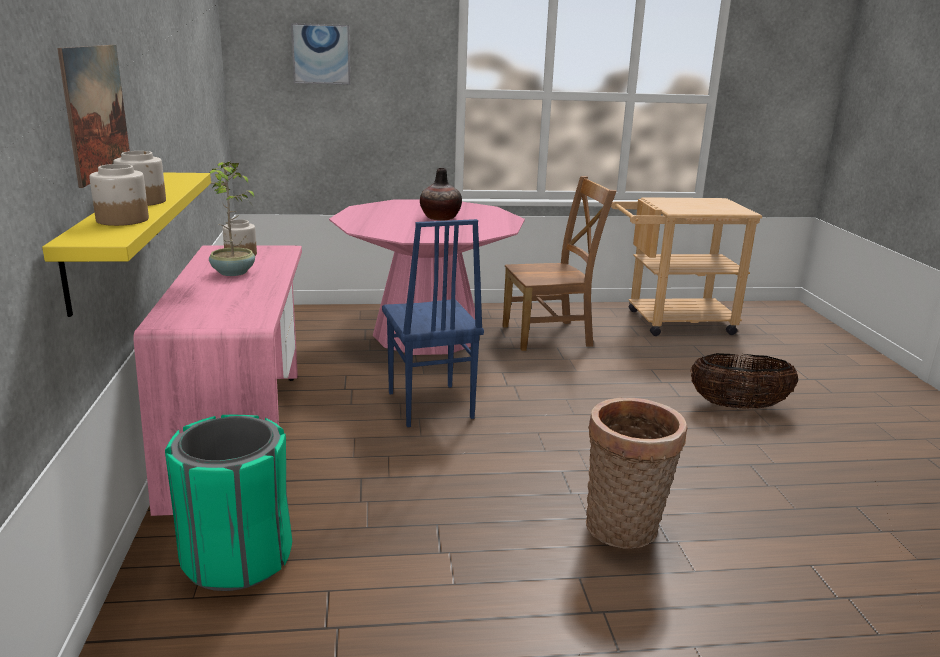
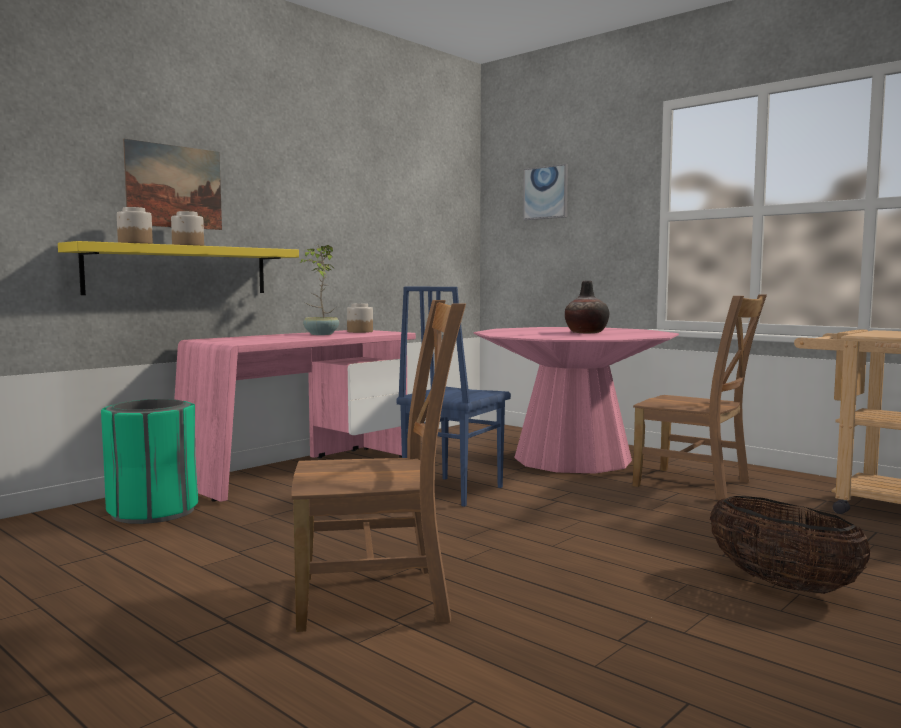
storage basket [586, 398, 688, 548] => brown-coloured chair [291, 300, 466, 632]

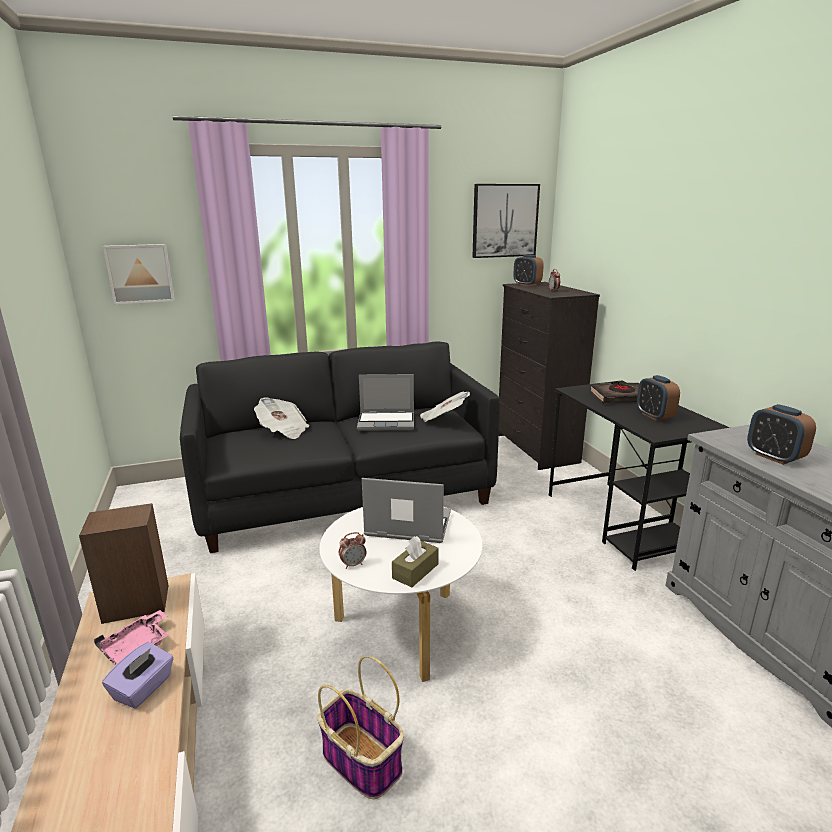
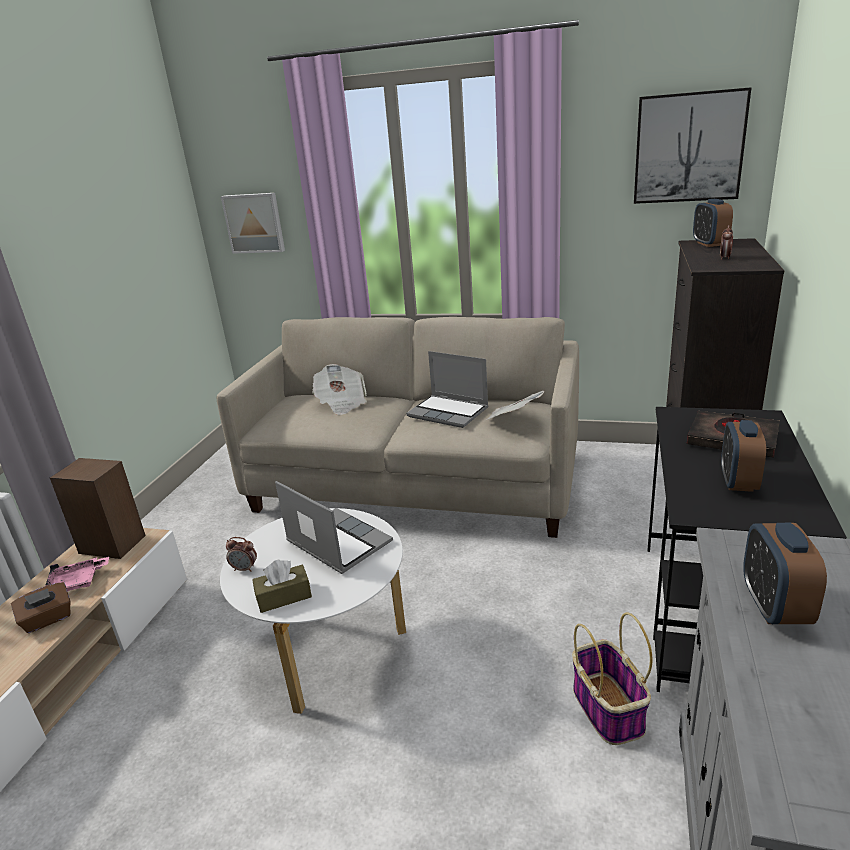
storage basket [317, 655, 404, 799] => storage basket [572, 612, 652, 745], shifted
purple box of tissues [102, 642, 174, 709] => brown-coloured box of tissues [11, 582, 71, 633]
black-coloured couch [180, 342, 500, 553] => sand-coloured couch [217, 317, 579, 538]

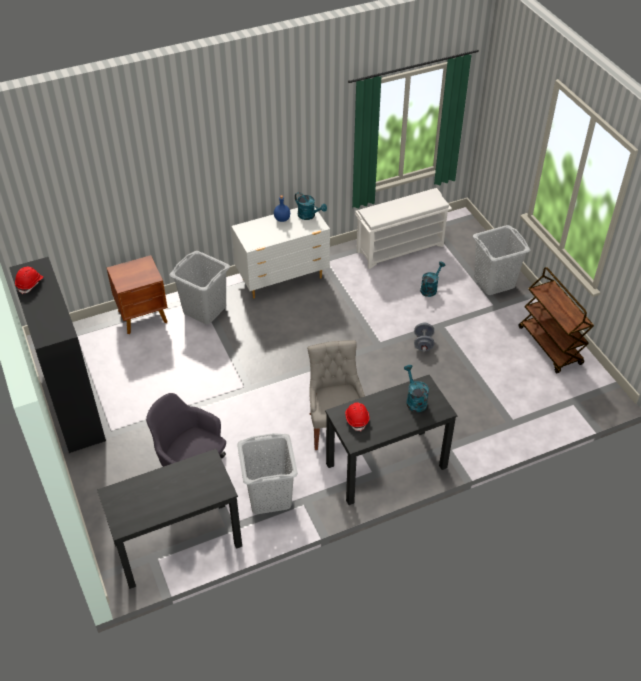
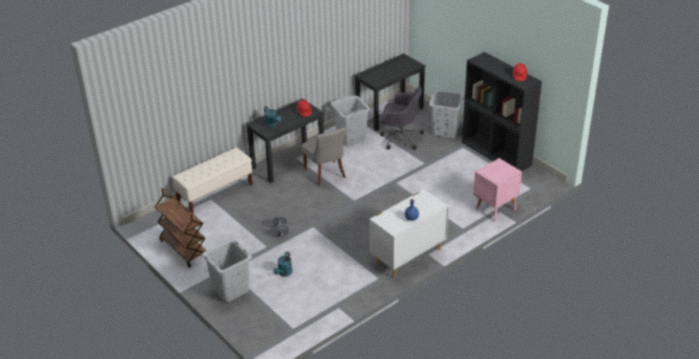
turquoise-coloured watering can [295, 192, 327, 220] => nothing
whitish shoe shelf [355, 188, 452, 269] => nothing
nothing => sand-coloured bench [172, 148, 253, 213]
gray laundry basket [170, 251, 230, 324] => gray laundry basket [429, 90, 465, 138], shifted
brown-coloured nightstand [107, 255, 168, 334] => pink nightstand [473, 158, 522, 222]

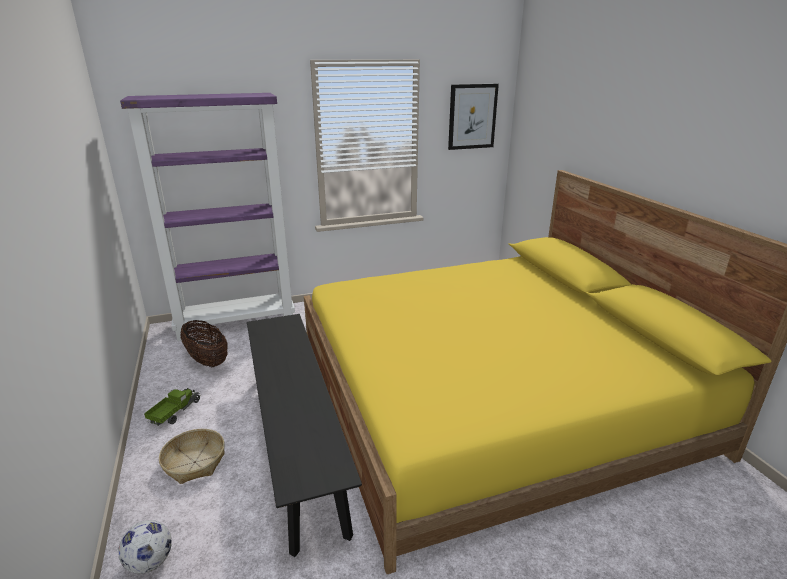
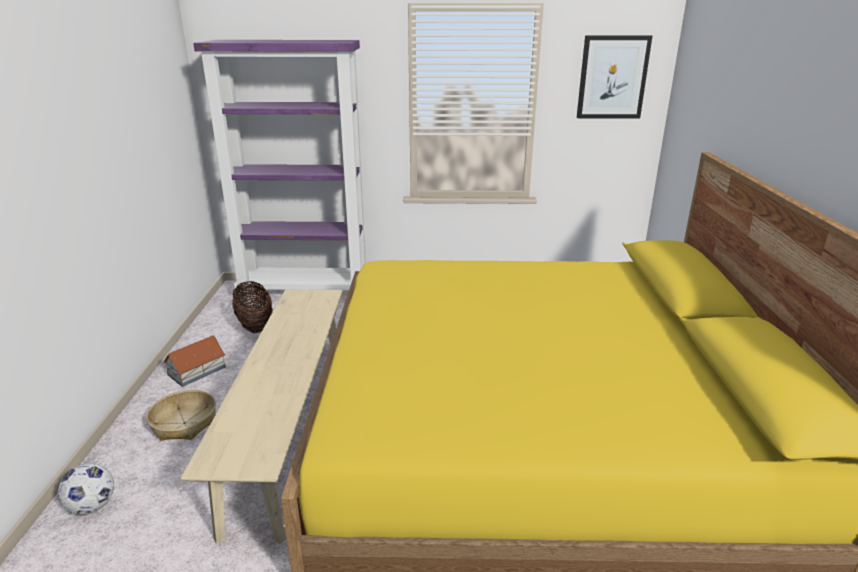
model truck [144, 388, 201, 426] => model house [163, 335, 226, 387]
black-coloured bench [247, 314, 362, 557] => sand-coloured bench [180, 289, 343, 544]

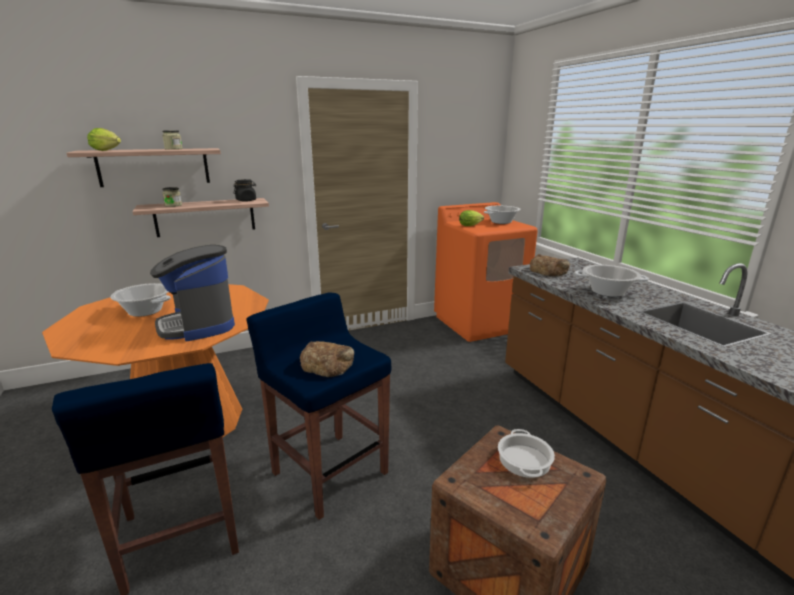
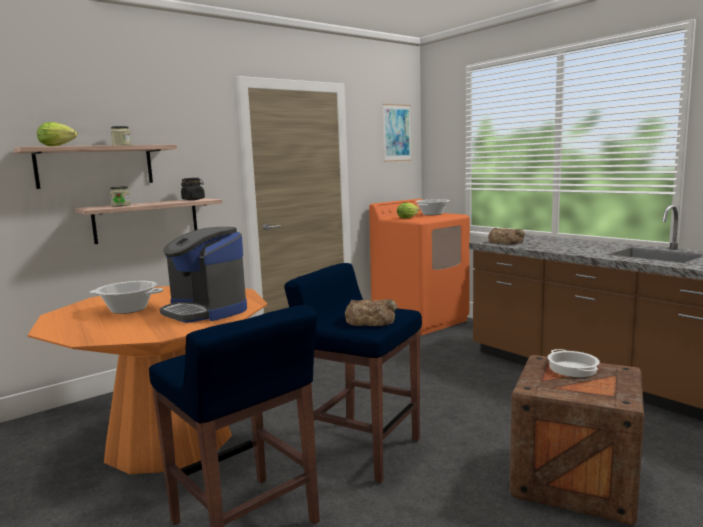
cooking pot [574, 265, 649, 297] => nothing
nothing => wall picture [383, 104, 411, 162]

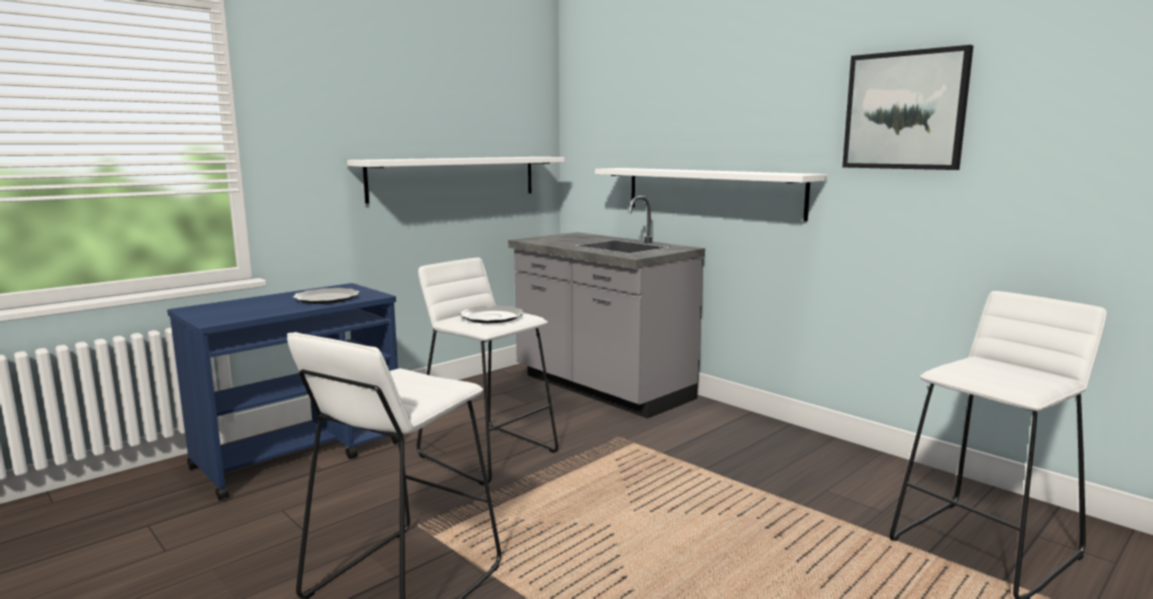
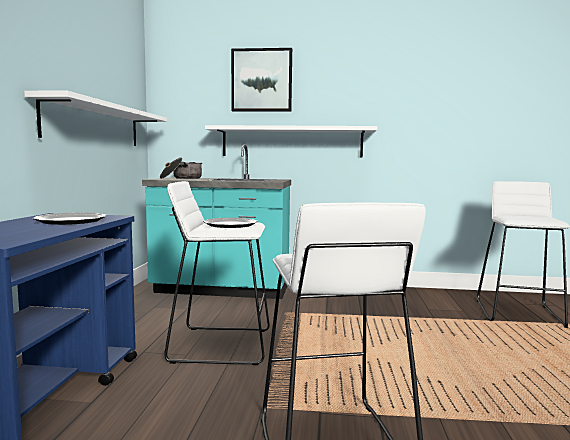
nothing => cooking pot [160, 158, 202, 179]
wall picture [842, 45, 973, 170] => wall picture [231, 48, 292, 112], shifted
gray kitchen base unit [508, 196, 705, 419] => turquoise-coloured kitchen base unit [142, 145, 291, 299]

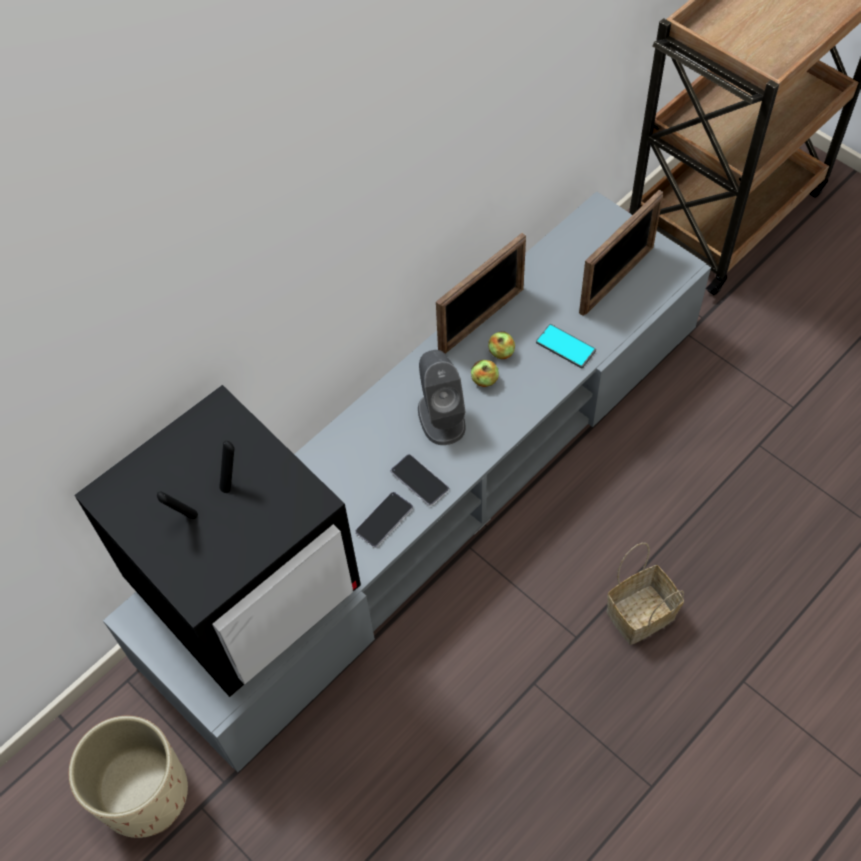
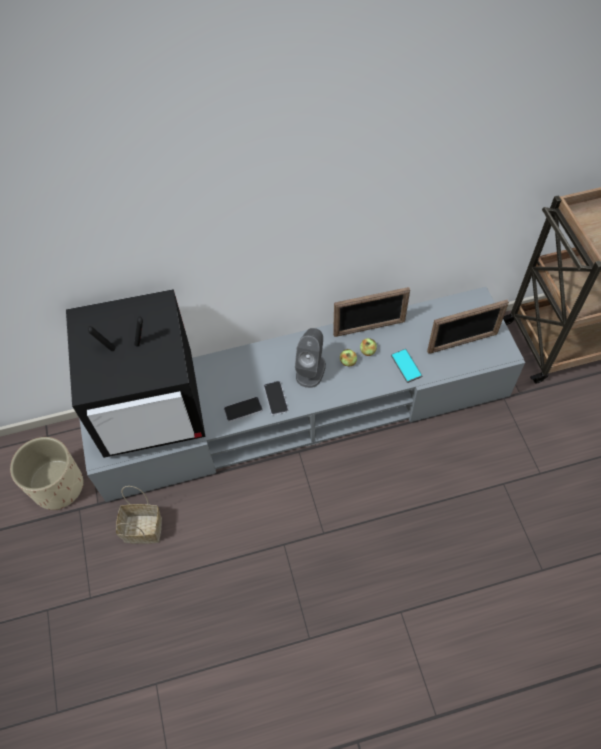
storage basket [607, 543, 684, 645] => storage basket [116, 486, 162, 544], shifted

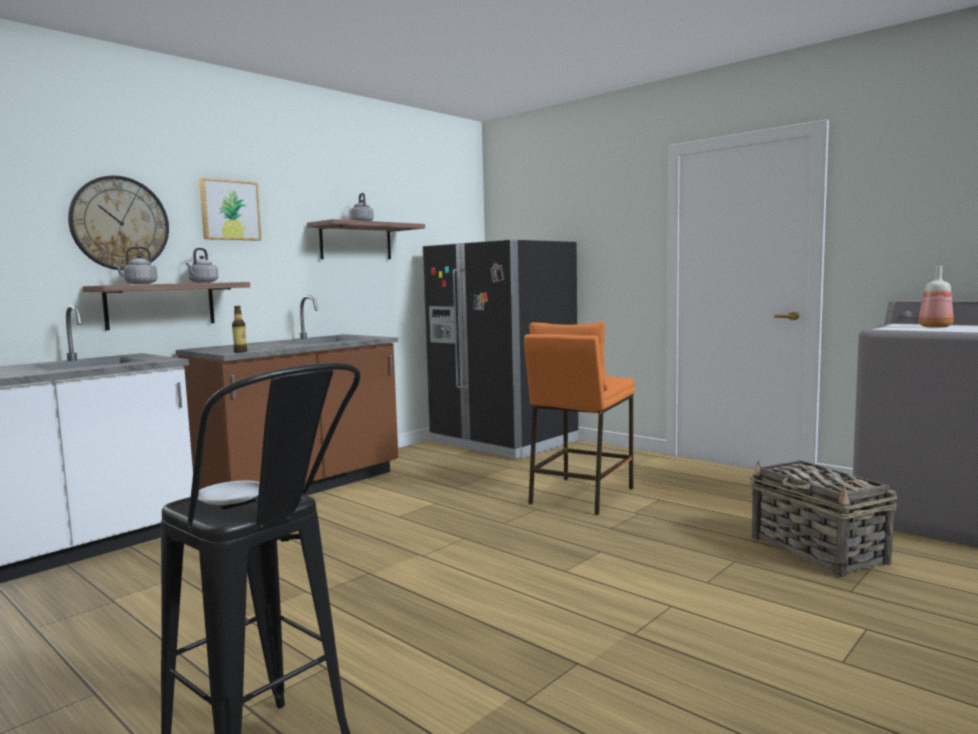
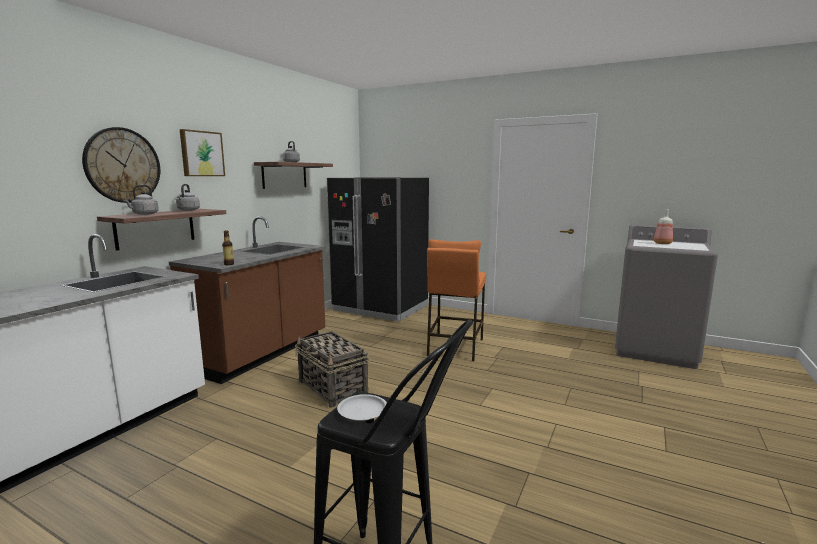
storage basket [749, 460, 897, 577] => storage basket [295, 331, 369, 408], shifted

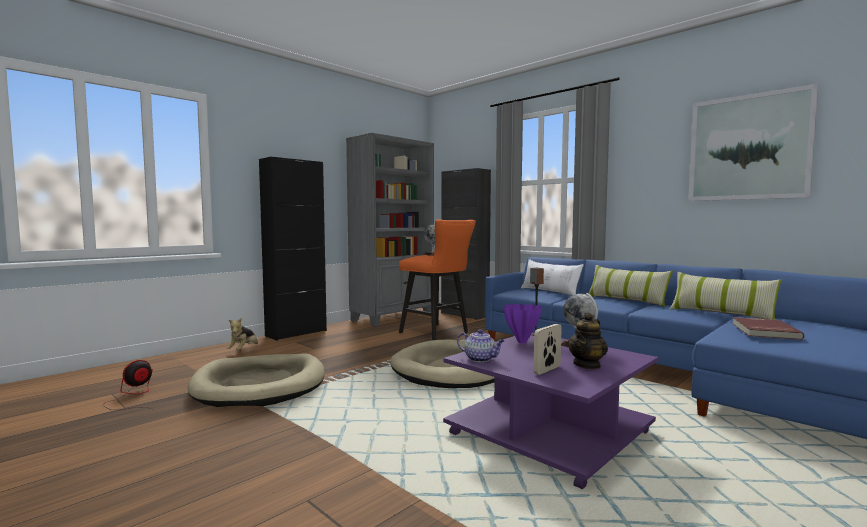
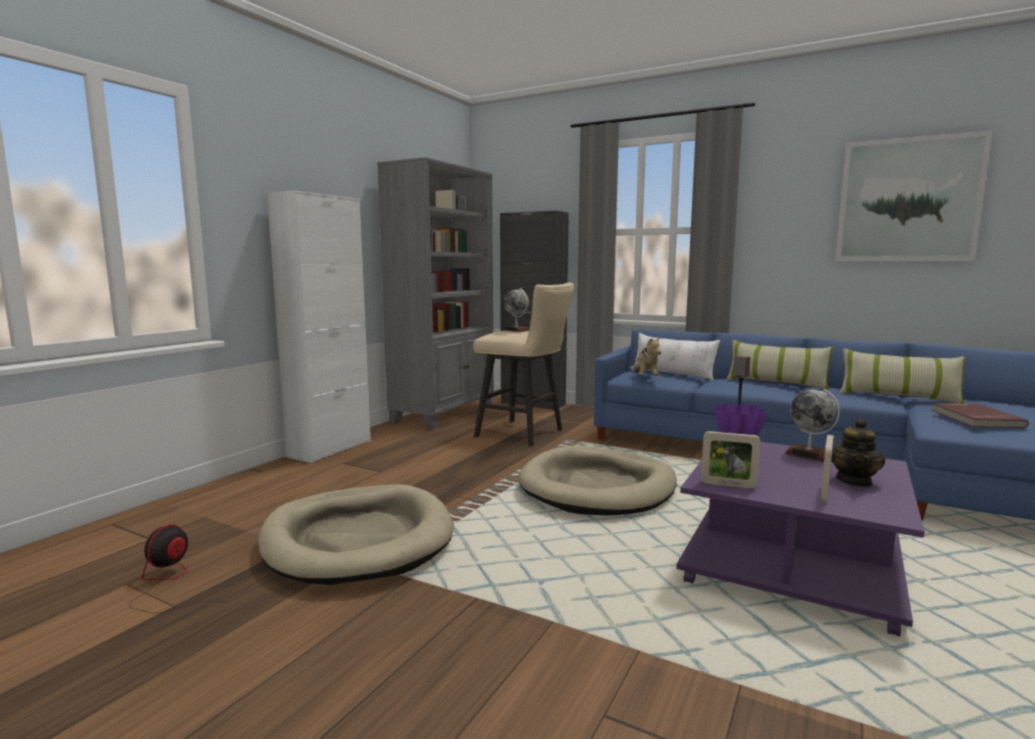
cuddly toy [227, 318, 258, 350] => cuddly toy [630, 336, 661, 376], shifted
teapot [457, 329, 505, 362] => standing frame [701, 431, 761, 488]
black-coloured cabinet [259, 157, 327, 341] => whitish cabinet [267, 190, 371, 463]
orange-coloured stool seat [399, 220, 476, 340] => sand-coloured stool seat [473, 283, 575, 446]

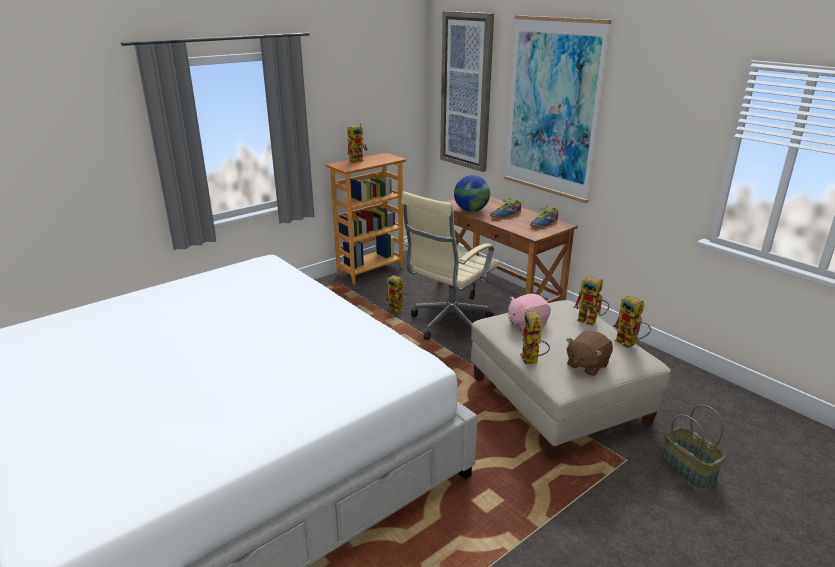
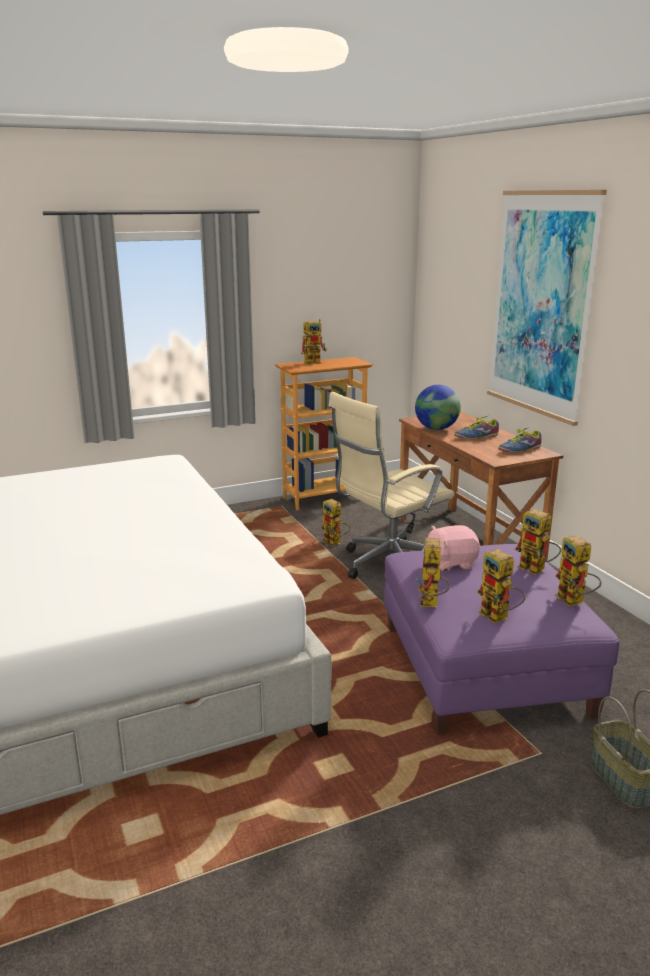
wall picture [440, 11, 494, 172] => nothing
brown-coloured cuddly toy [566, 331, 613, 376] => robot figure [477, 549, 526, 623]
sand-coloured pouffe [471, 300, 671, 460] => purple pouffe [384, 544, 619, 735]

